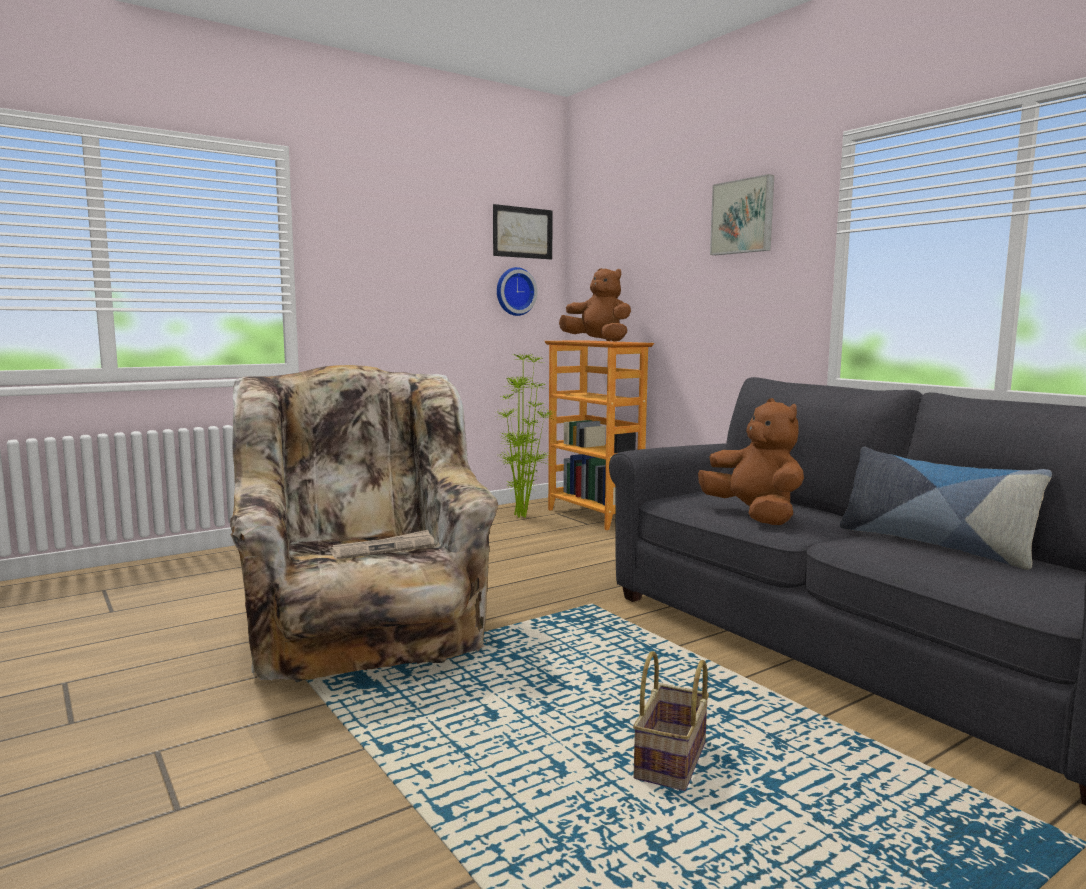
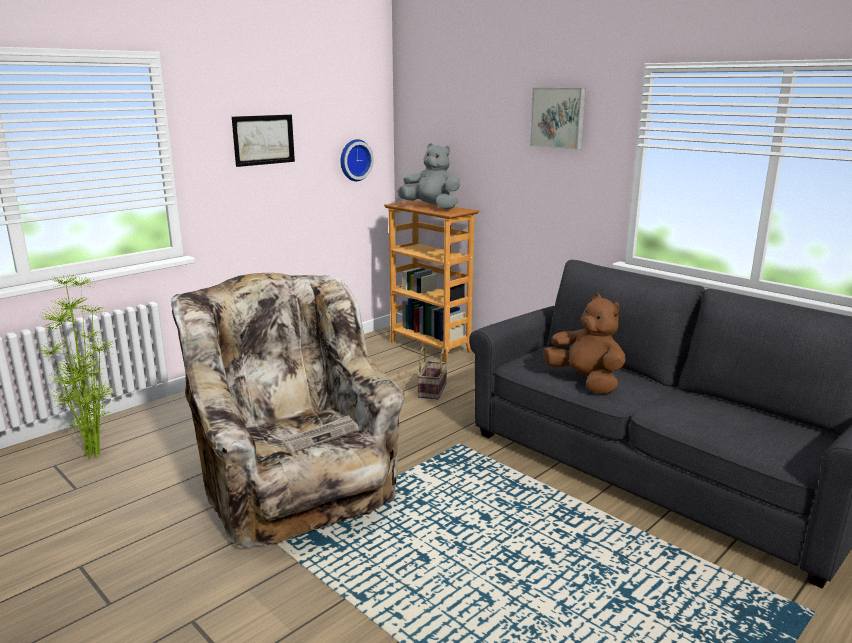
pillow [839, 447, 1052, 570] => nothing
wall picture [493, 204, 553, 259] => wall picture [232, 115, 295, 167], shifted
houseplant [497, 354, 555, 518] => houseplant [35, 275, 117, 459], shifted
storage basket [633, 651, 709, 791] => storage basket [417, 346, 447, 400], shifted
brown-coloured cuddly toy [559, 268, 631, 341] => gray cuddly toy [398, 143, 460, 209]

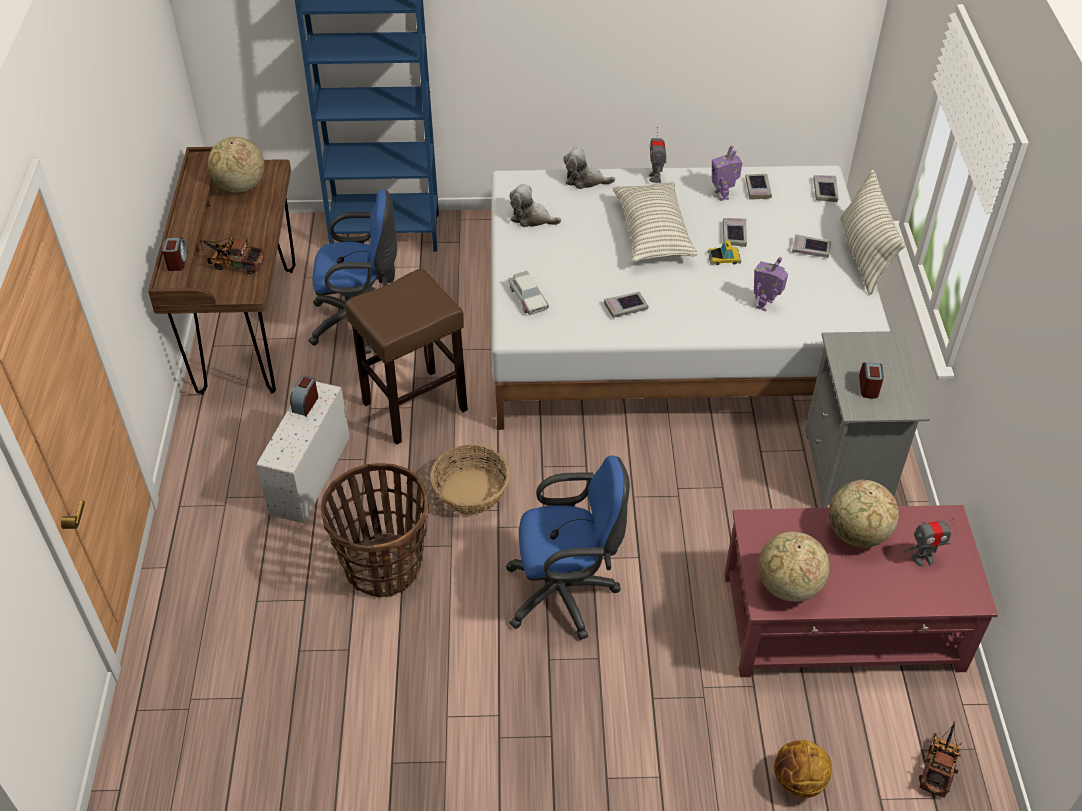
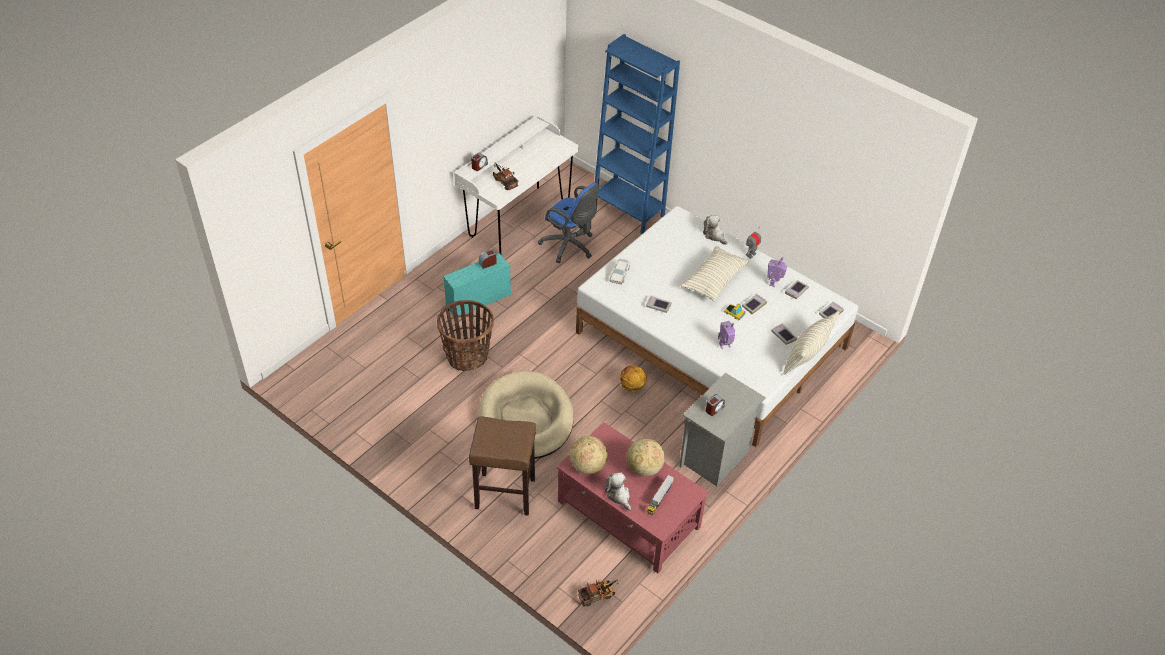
world globe [208, 137, 264, 193] => nothing
storage basket [430, 444, 510, 515] => nothing
brown-coloured stool seat [345, 269, 468, 445] => brown-coloured stool seat [469, 416, 536, 516], shifted
cuddly toy [510, 184, 561, 227] => cuddly toy [605, 472, 631, 511], shifted
ball for basketball [774, 740, 832, 798] => ball for basketball [620, 366, 647, 391], shifted
blue computer chair [506, 455, 630, 640] => sand-coloured dog bed [479, 371, 574, 459]
robot figure [903, 517, 955, 567] => model truck [647, 475, 674, 515]
brown-coloured desk table [148, 147, 295, 395] => whitish desk table [454, 115, 579, 254]
whitish storage bin [257, 382, 350, 523] => turquoise-coloured storage bin [443, 253, 511, 316]

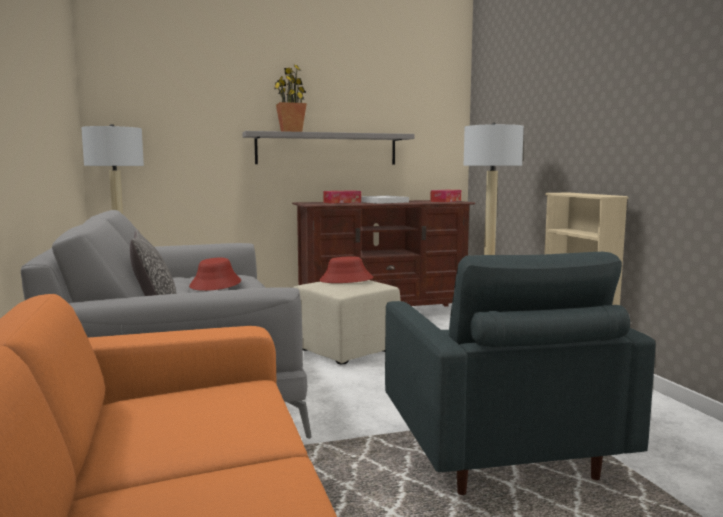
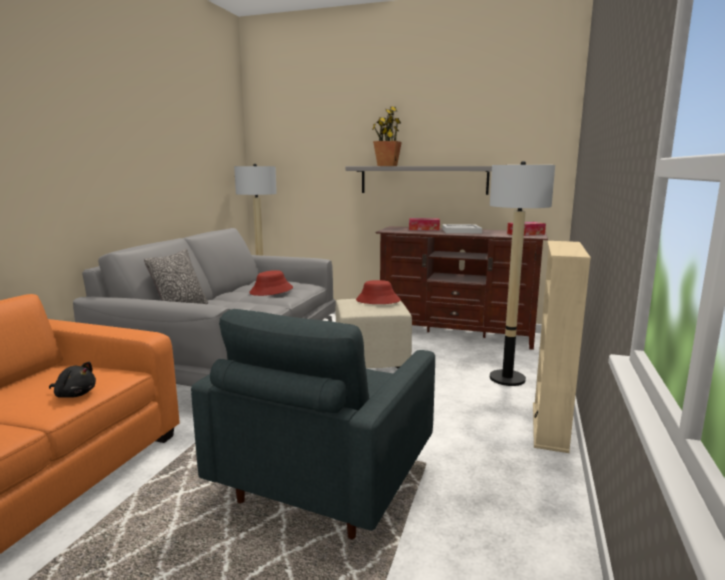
nothing => black-coloured cuddly toy [49, 362, 96, 398]

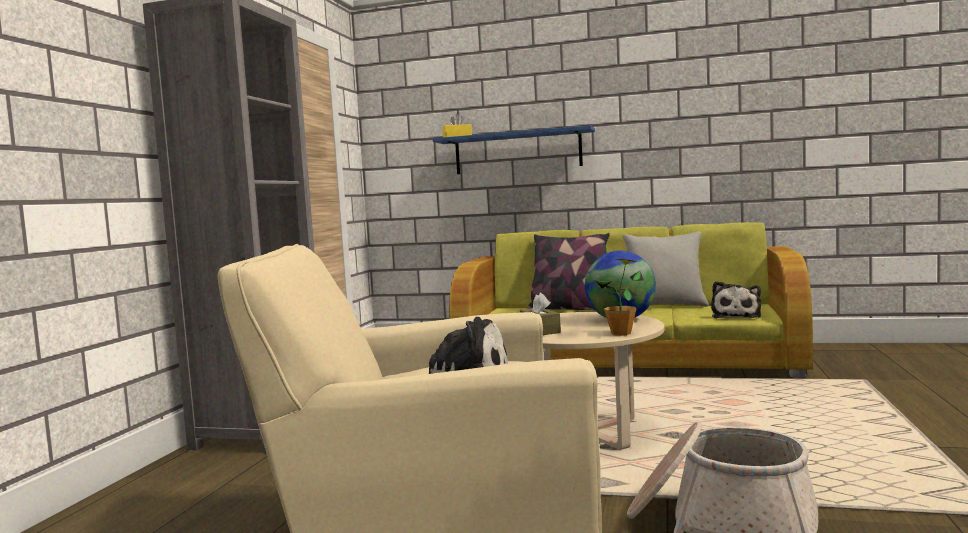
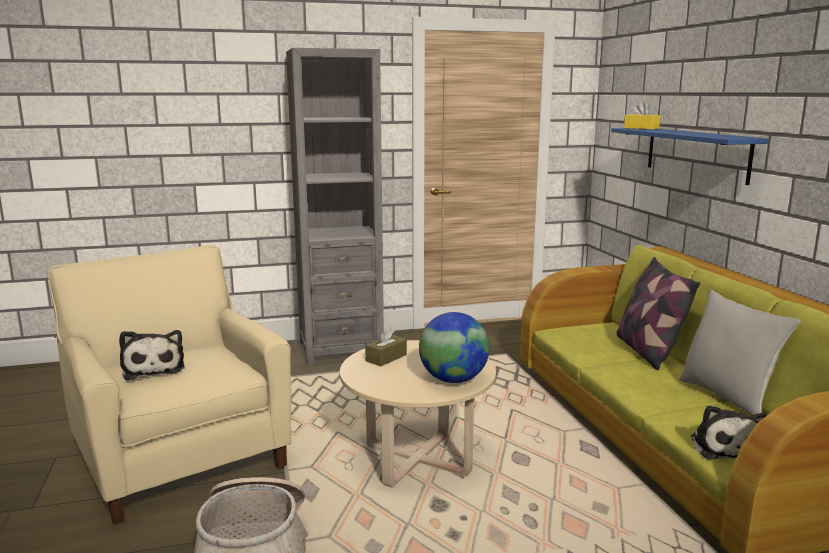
houseplant [595, 259, 644, 336] => nothing
cuddly toy [711, 281, 761, 318] => cuddly toy [691, 405, 767, 459], 75 degrees counterclockwise

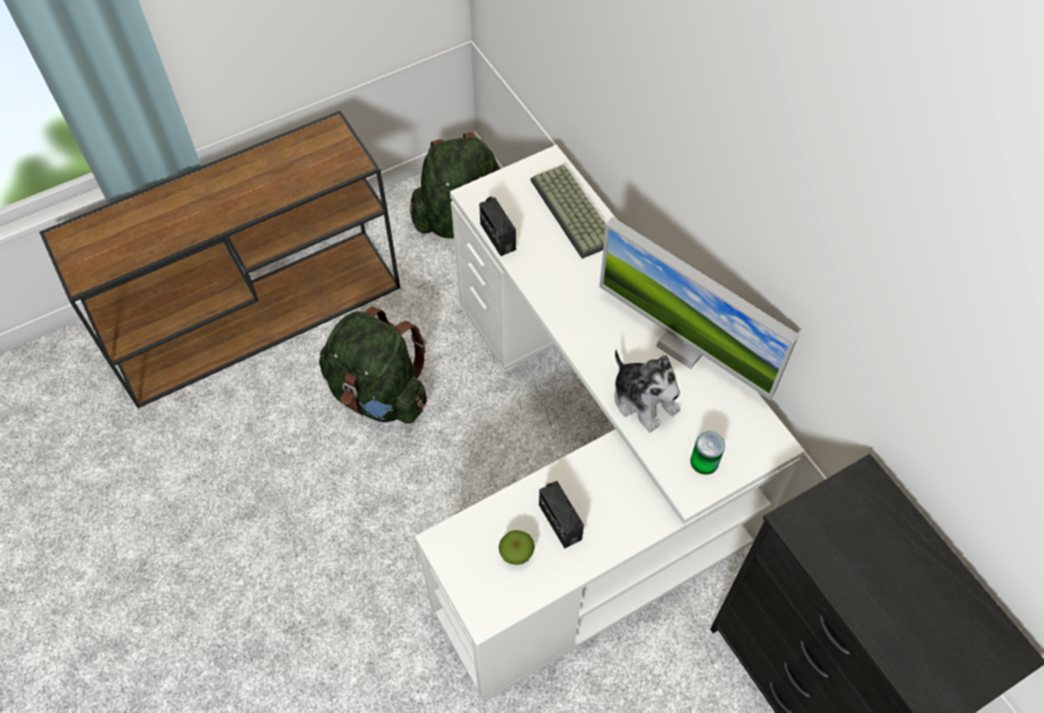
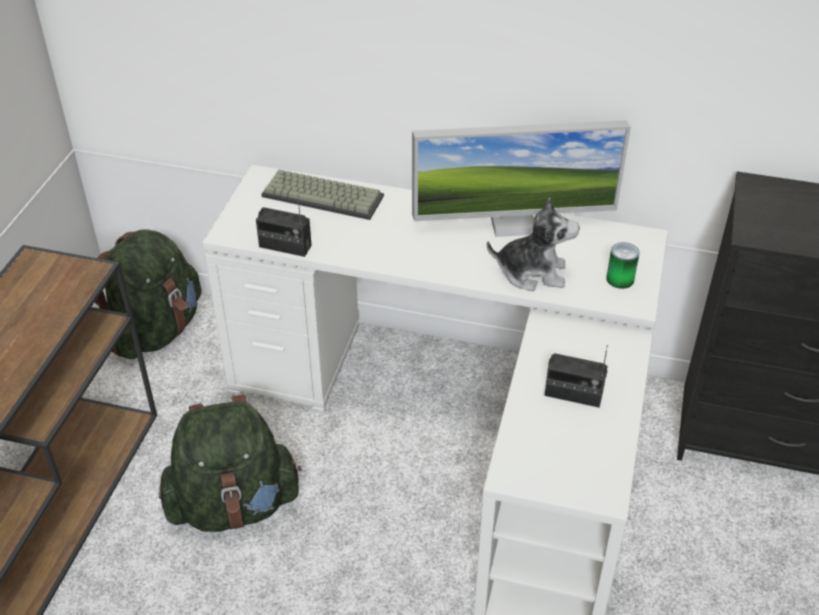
whole apple [499, 530, 535, 565] => nothing

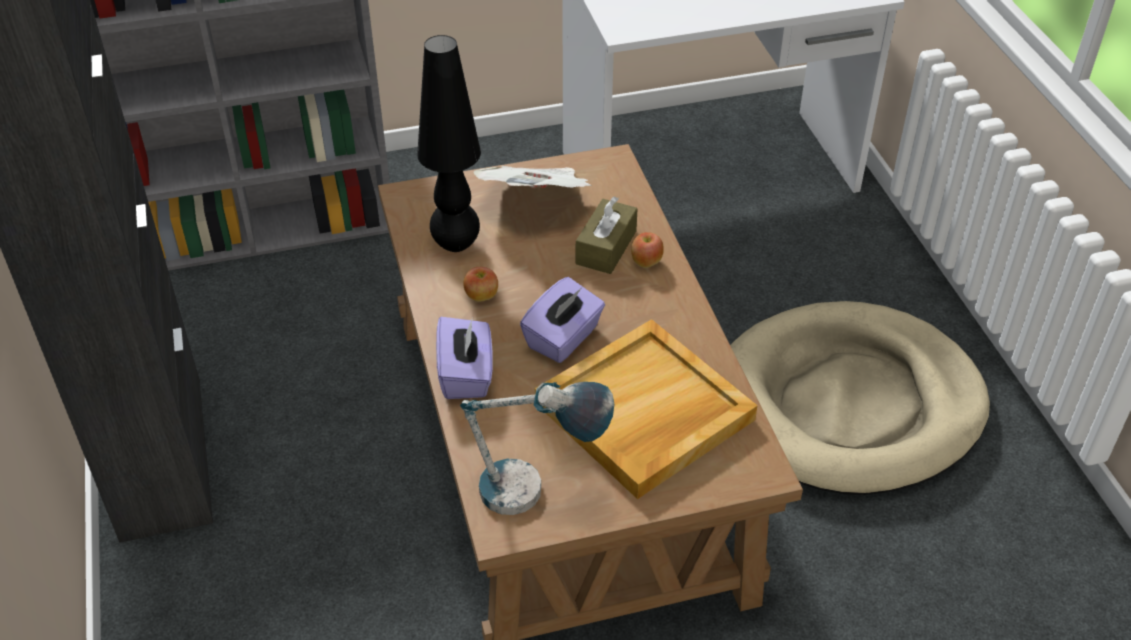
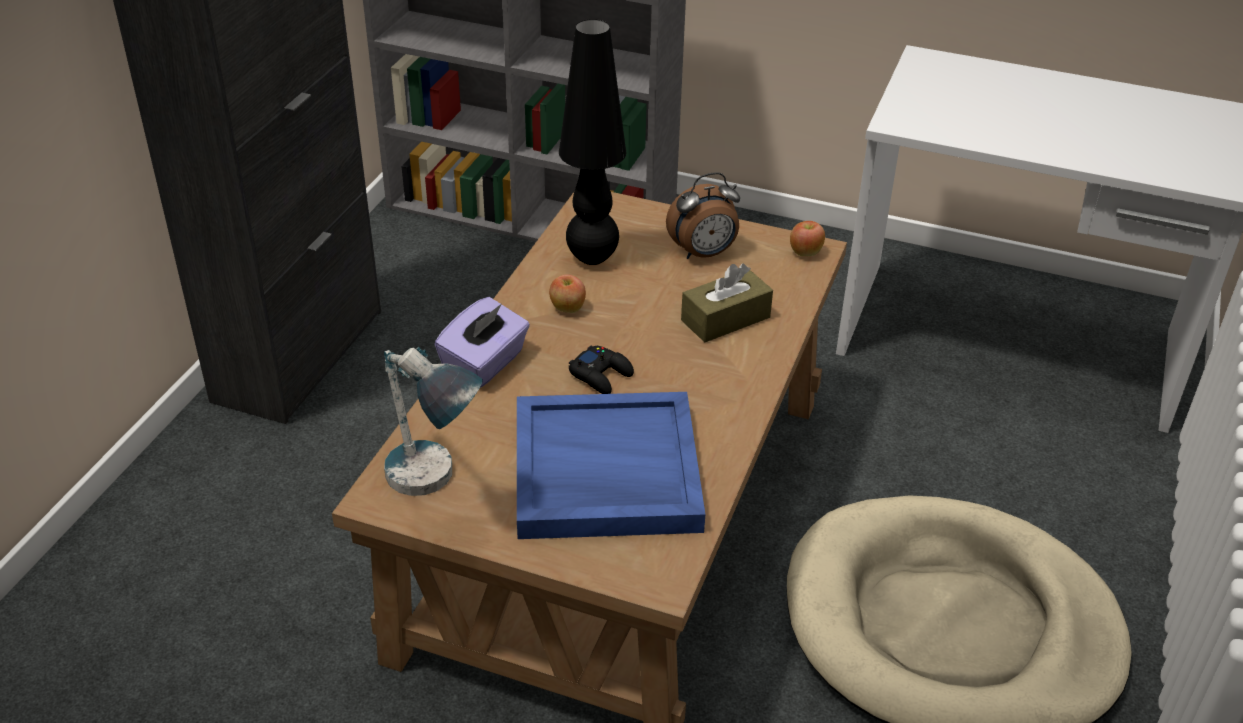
whole apple [631, 232, 664, 268] => whole apple [790, 221, 825, 256], shifted
printed paper [474, 166, 592, 188] => alarm clock [666, 172, 740, 259]
purple box of tissues [520, 277, 605, 363] => black-coloured game controller [569, 346, 634, 394]
sand-coloured carrying tray [535, 319, 758, 499] => blue carrying tray [517, 392, 705, 539]

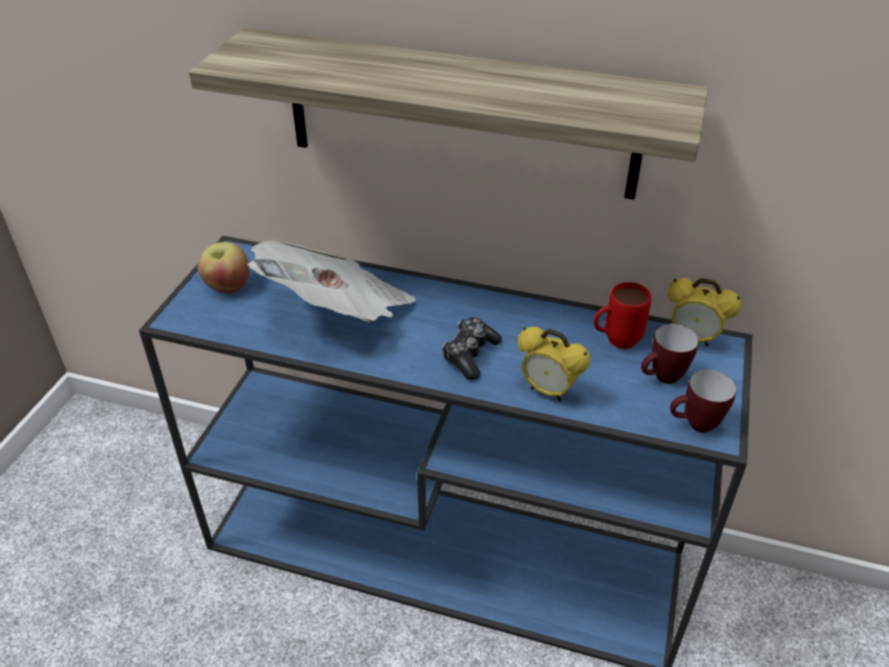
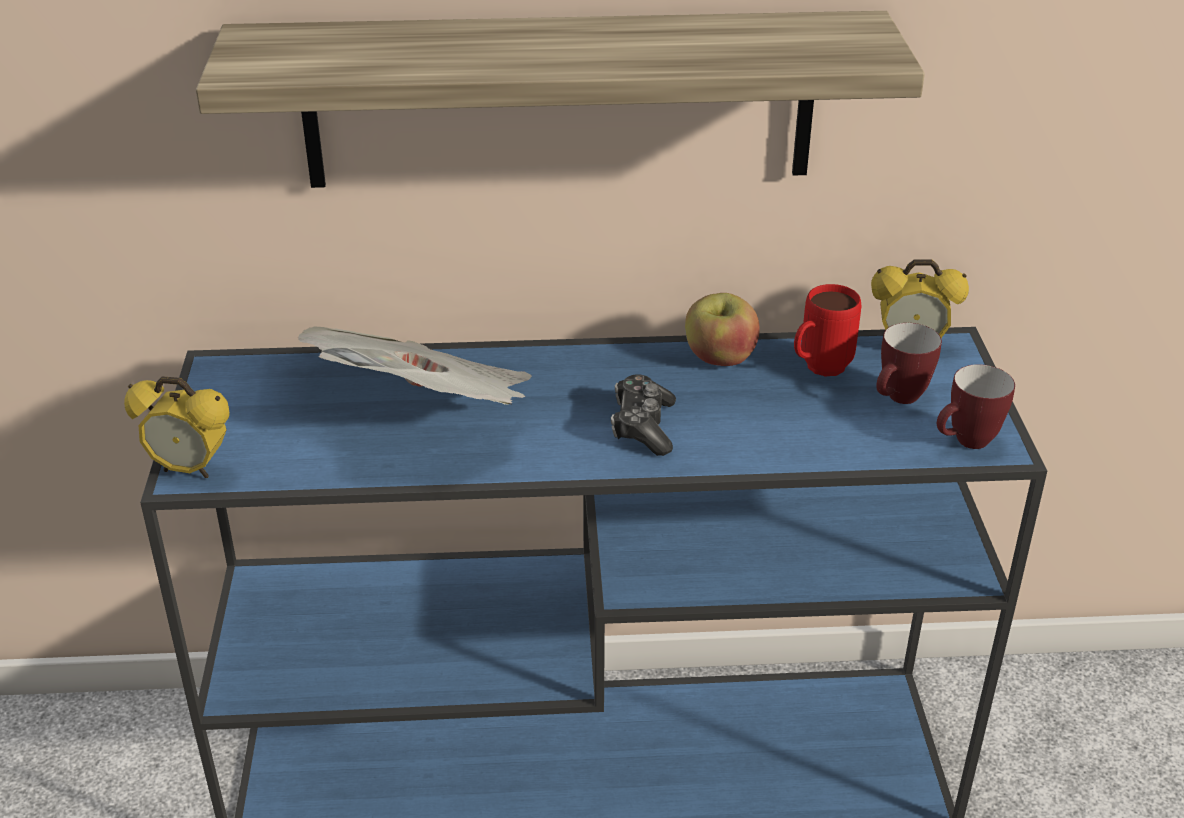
whole apple [198, 242, 249, 293] => whole apple [685, 293, 759, 366], shifted
alarm clock [518, 327, 590, 402] => alarm clock [124, 376, 230, 478], shifted

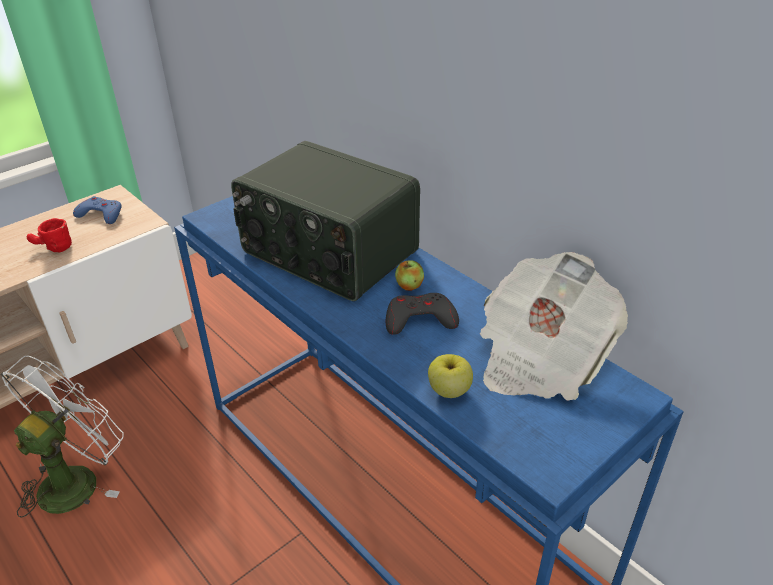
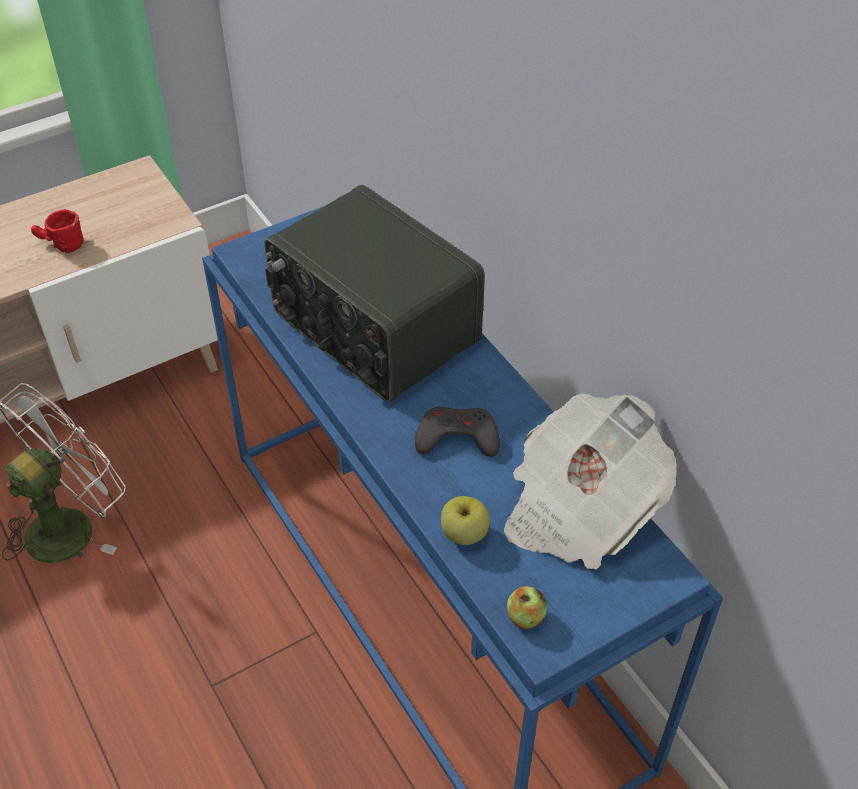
blue game controller [73, 196, 122, 224] => nothing
whole apple [395, 260, 424, 291] => whole apple [507, 586, 547, 629], shifted

